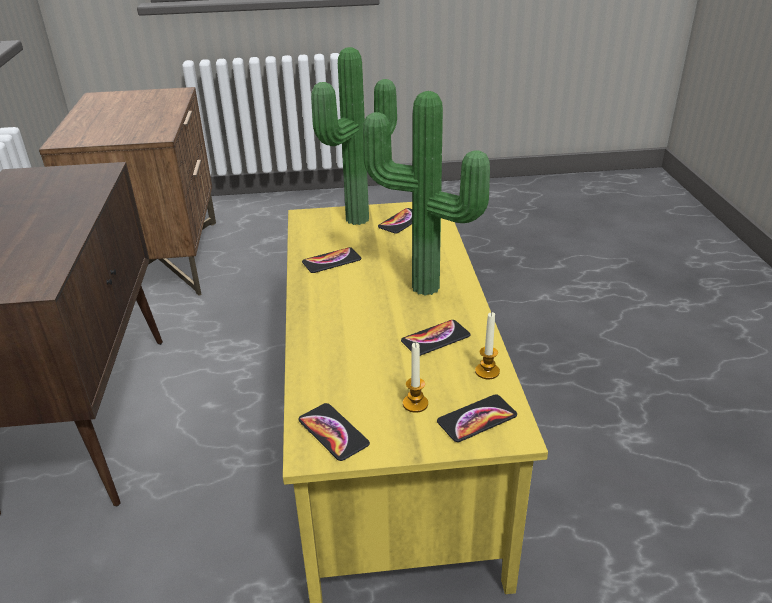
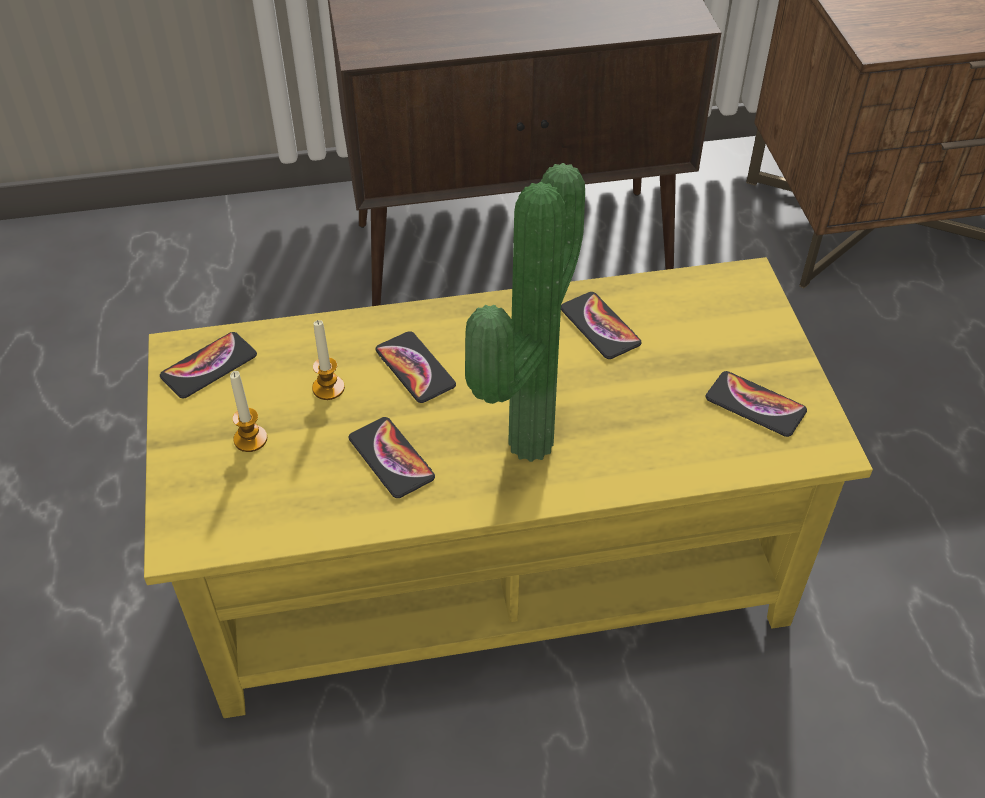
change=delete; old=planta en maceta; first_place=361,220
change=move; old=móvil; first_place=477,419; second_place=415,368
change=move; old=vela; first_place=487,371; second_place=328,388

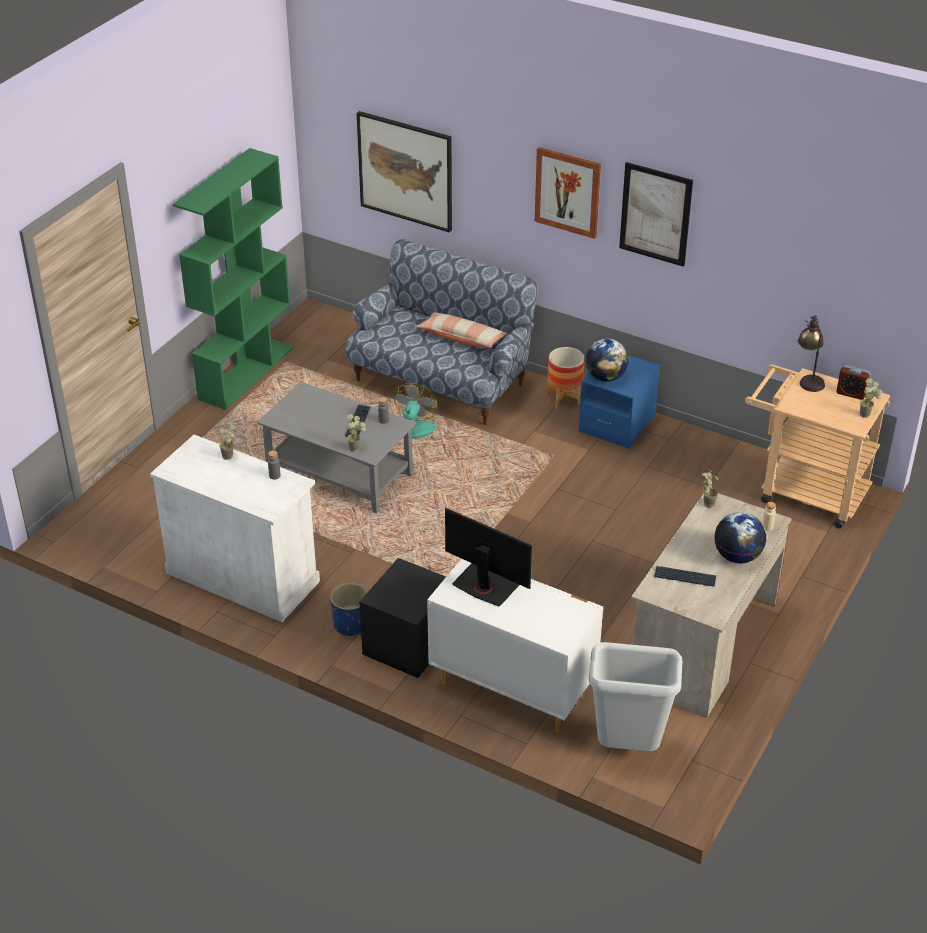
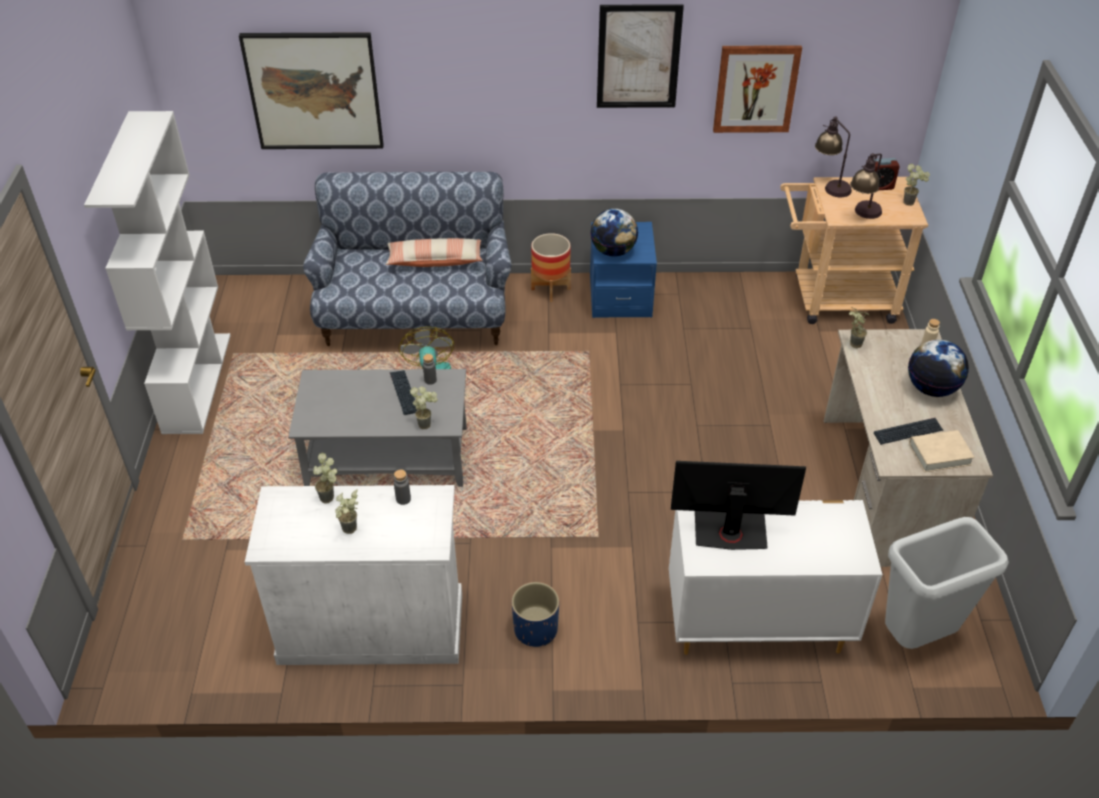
change=delete; old=mesita de noche (negro); first_place=408,644
change=insert; new=planta en maceta; second_place=350,532
change=insert; new=lámpara de mesa; second_place=862,215
change=insert; new=libro (beis); second_place=939,454
change=move; old=cuadro; first_place=568,192; second_place=755,88
change=recolor; old=estantería (verde); new=estantería (blanco); first_place=246,373; second_place=196,382

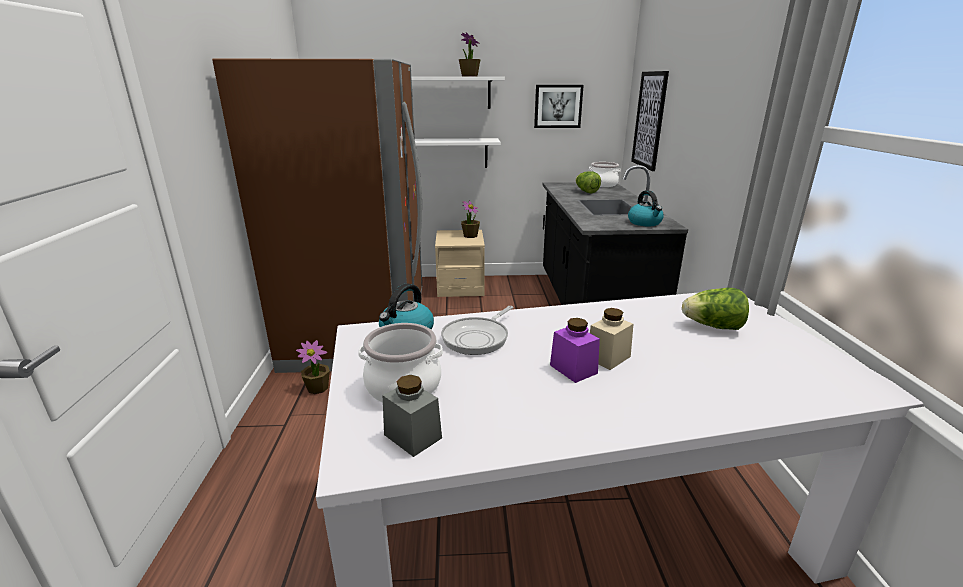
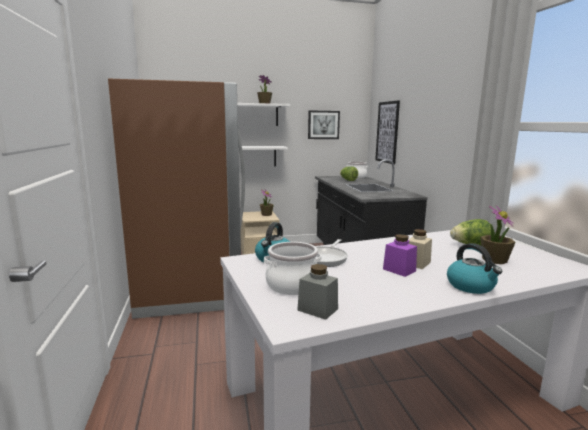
change=move; old=planta en maceta; first_place=318,388; second_place=494,260
change=move; old=hervidor; first_place=645,223; second_place=471,286

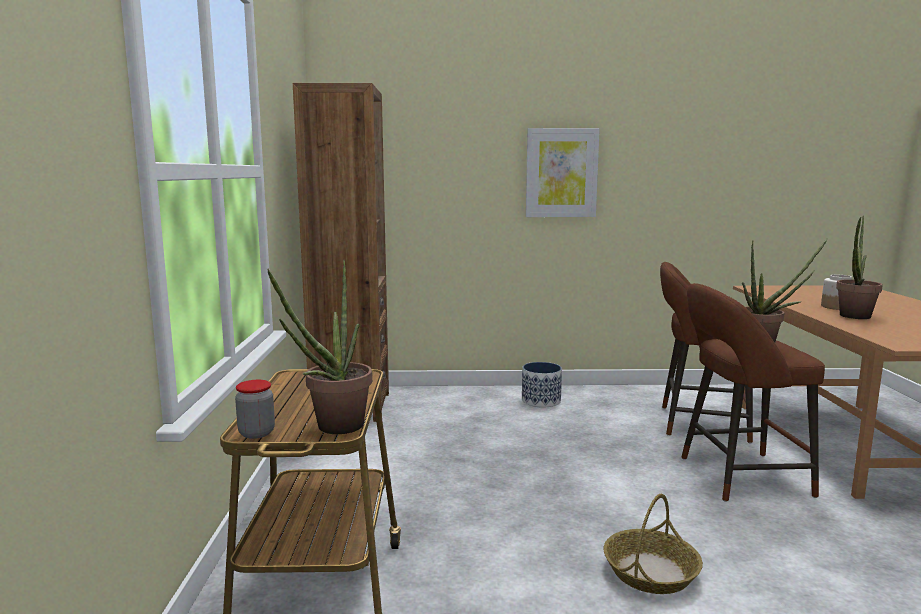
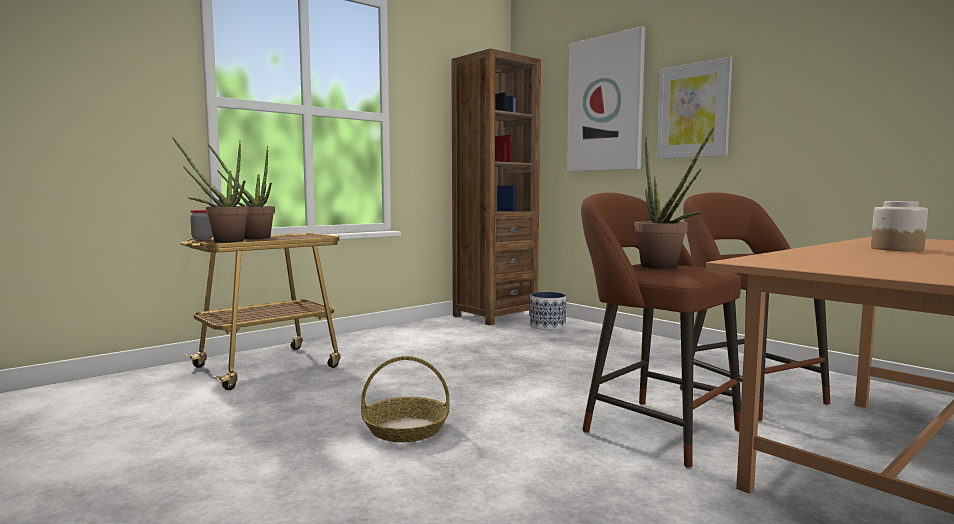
change=insert; new=cuadro; second_place=605,104
change=move; old=maceta; first_place=541,401; second_place=547,326
change=move; old=planta en maceta; first_place=853,317; second_place=251,238

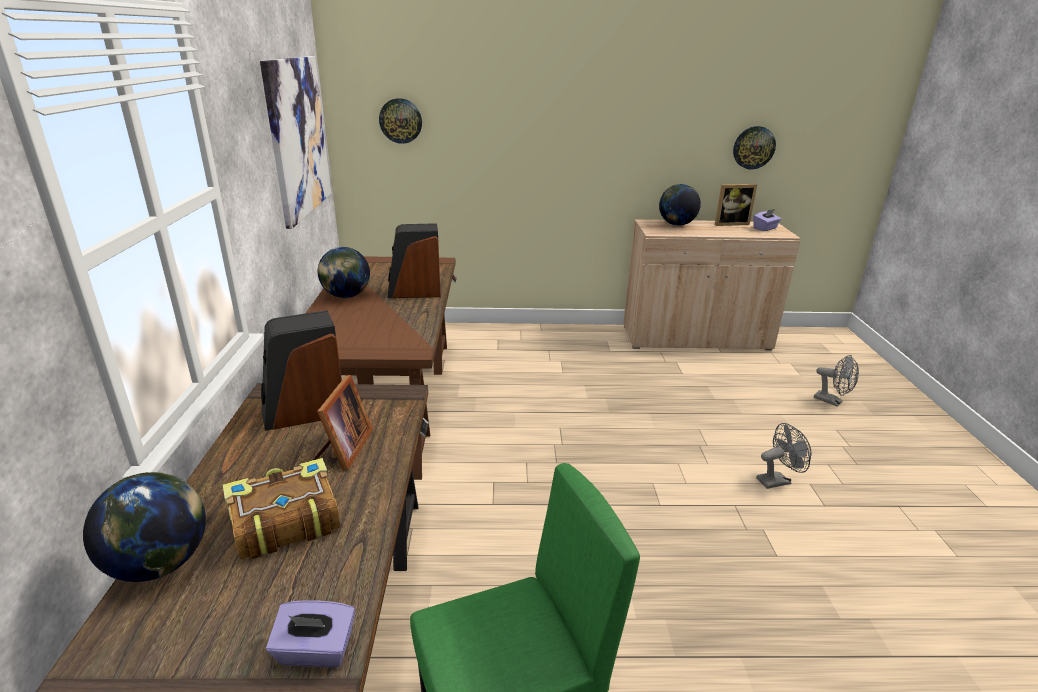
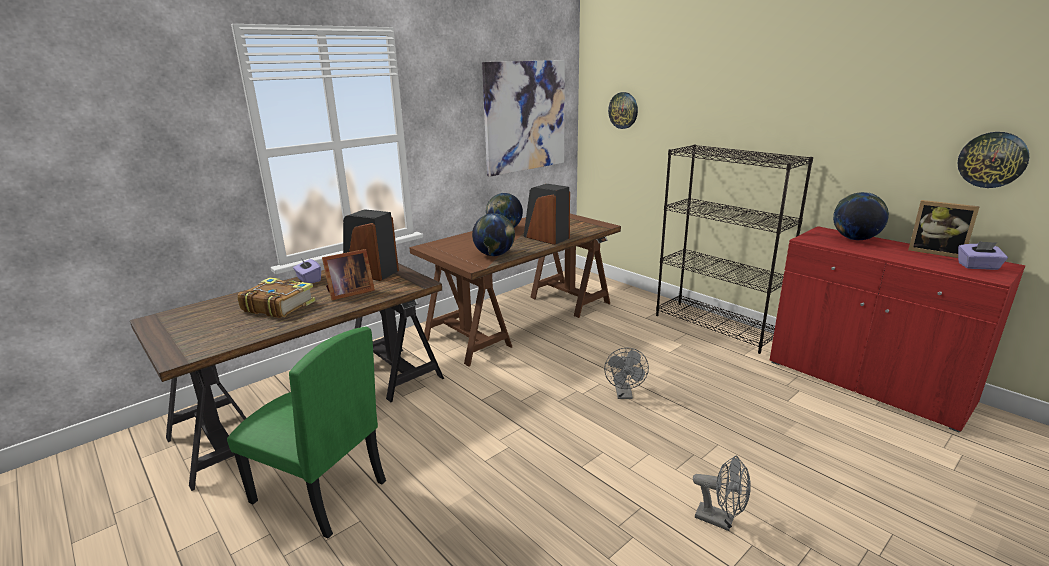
change=insert; new=estantería (negro); second_place=716,326
change=move; old=globo terráqueo; first_place=160,564; second_place=494,255
change=move; old=caja de pañuelos (morado); first_place=315,651; second_place=308,280
change=move; old=ventilador (gris); first_place=832,401; second_place=624,395
change=recolor; old=armario (beis); new=armario (rojo); first_place=695,338; second_place=866,382

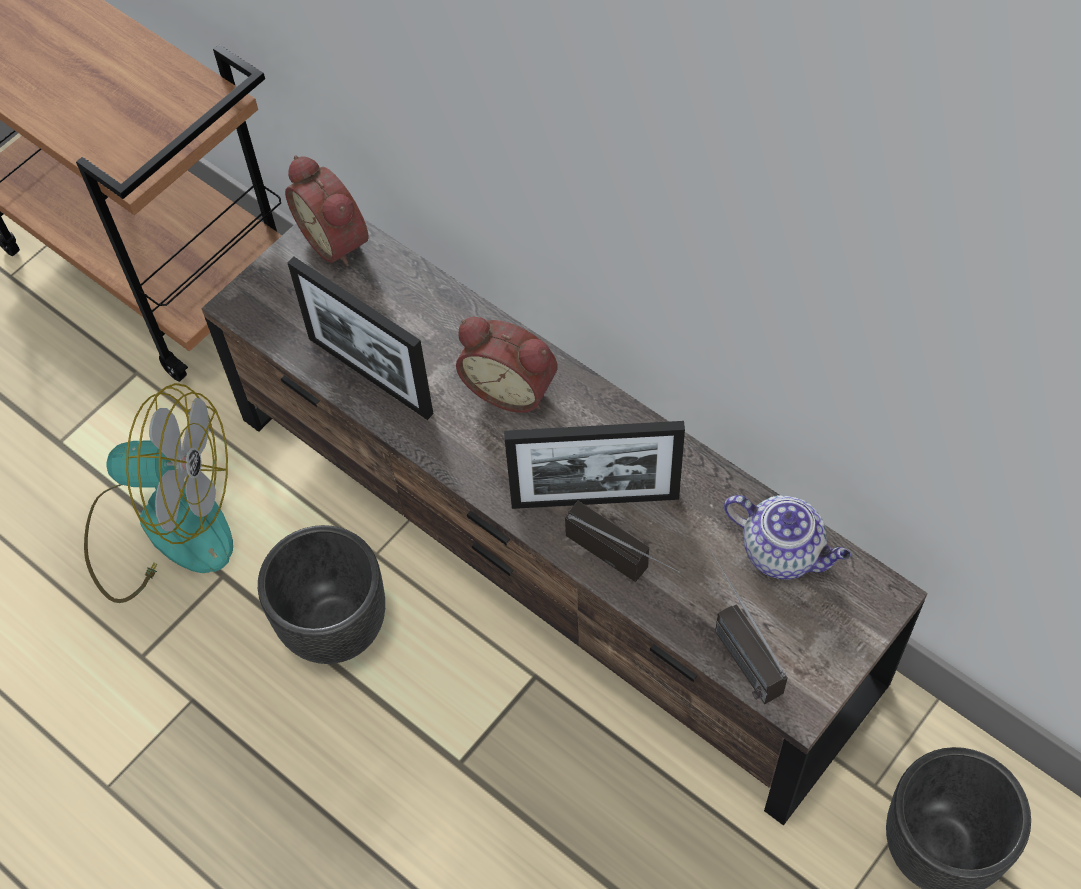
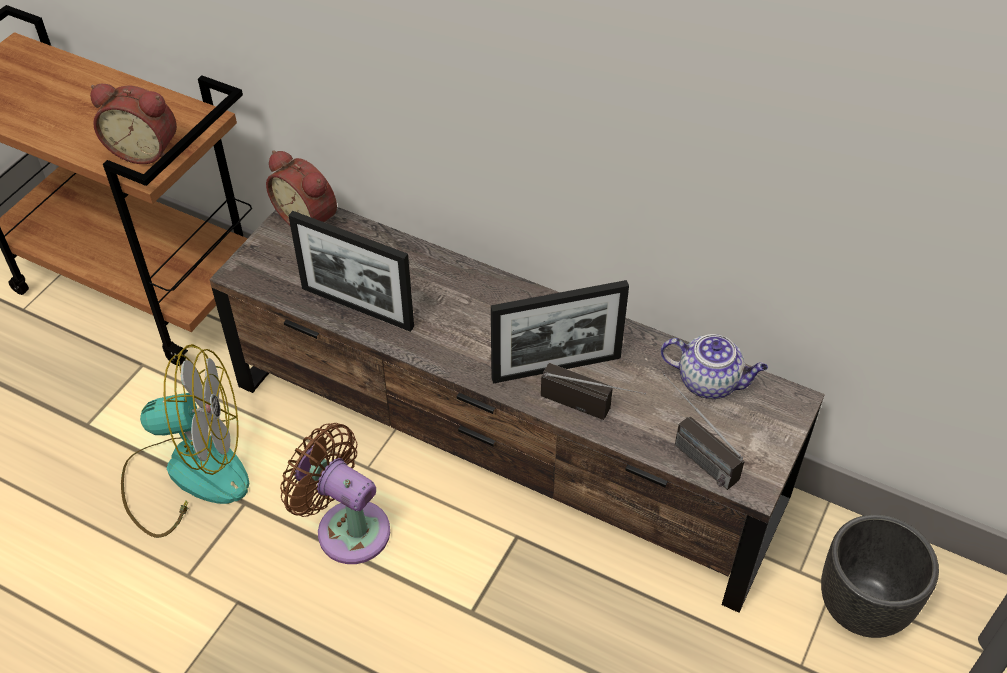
change=move; old=despertador; first_place=511,386; second_place=145,150
change=replace; old=maceta (negro); new=ventilador (marrón); first_place=335,629; second_place=347,527

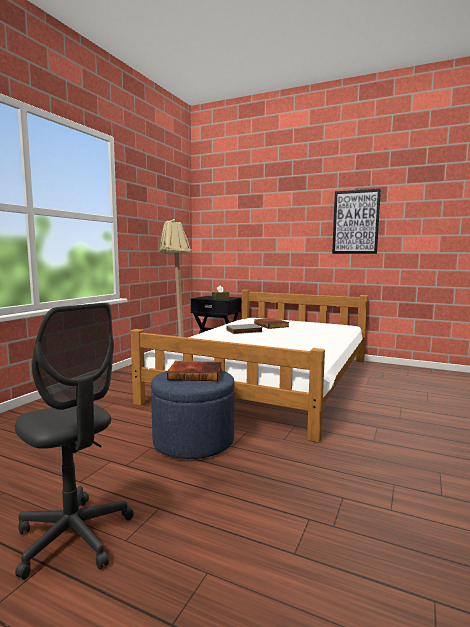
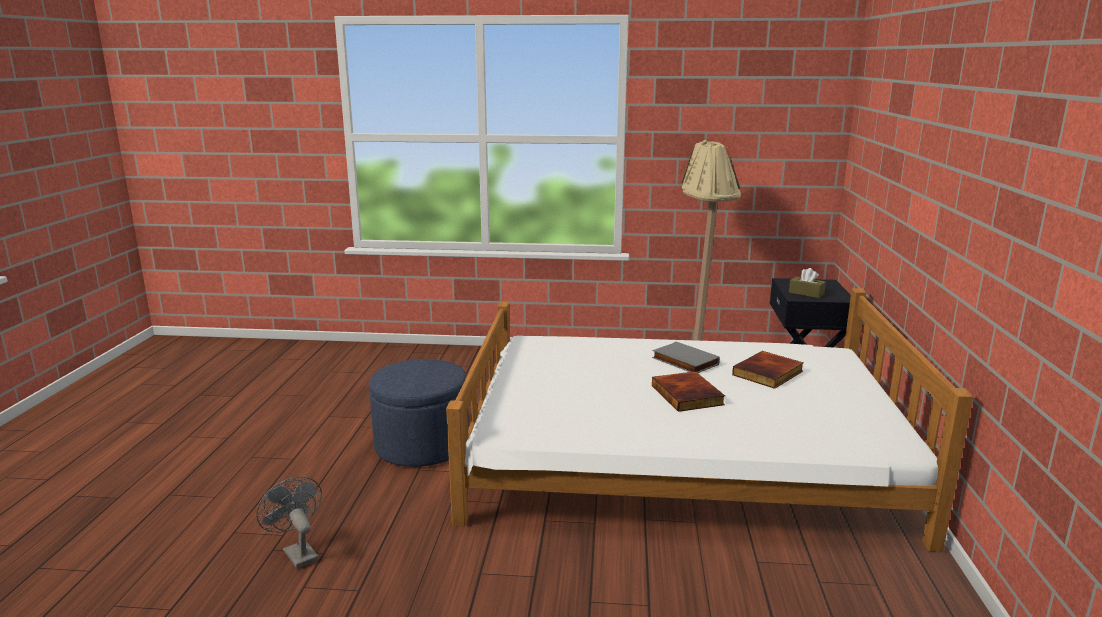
change=delete; old=silla de oficina (gris); first_place=74,537
change=delete; old=cuadro; first_place=355,222
change=insert; new=ventilador (gris); second_place=297,553
change=move; old=libro; first_place=196,374; second_place=688,395

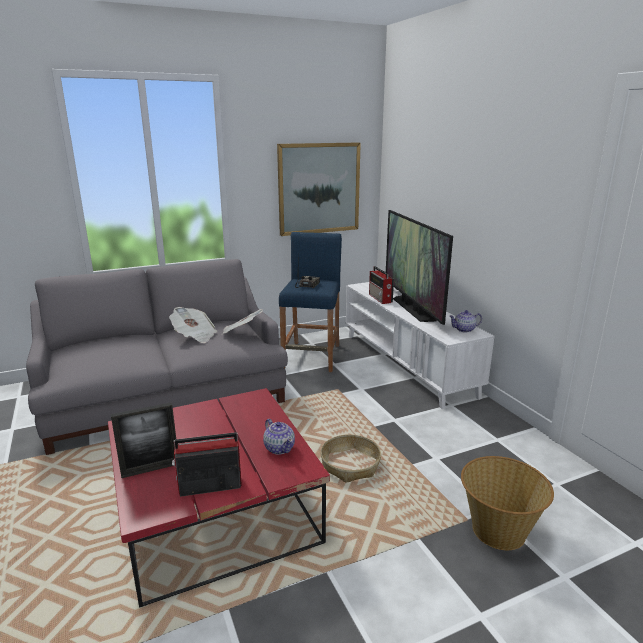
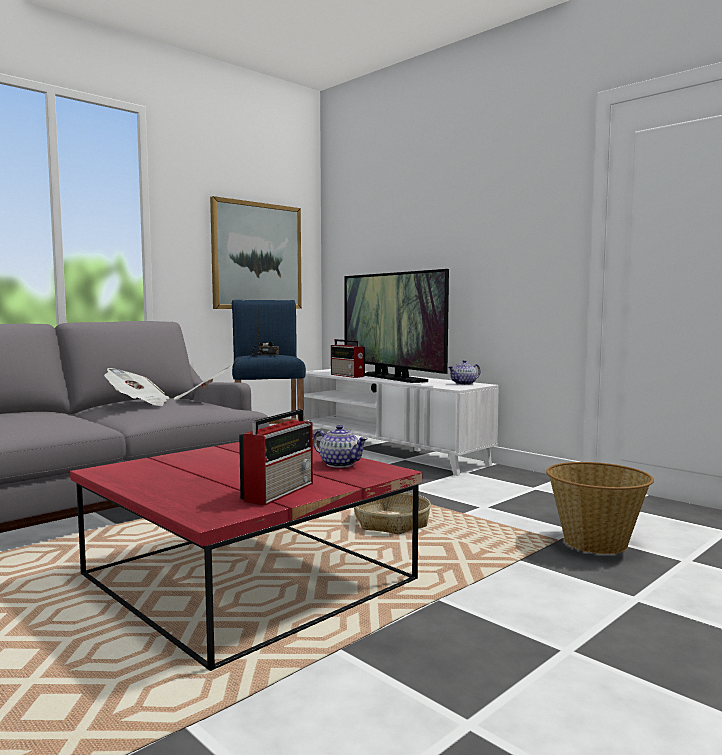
change=delete; old=portarretratos; first_place=150,469
change=rotate; old=radio; first_place=208,485; second_place=280,491; degrees=150

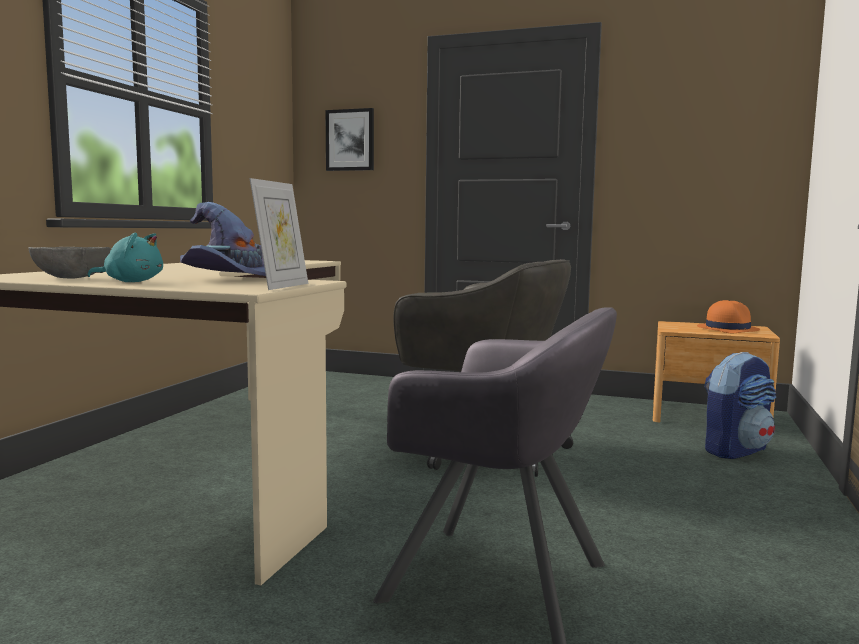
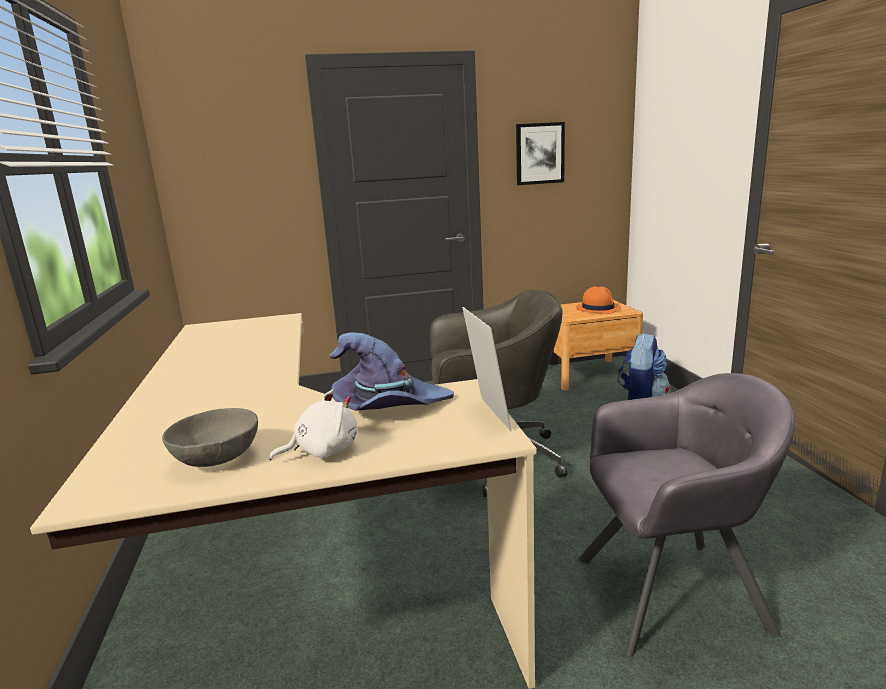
change=move; old=cuadro; first_place=350,140; second_place=539,153
change=recolor; old=peluche (turquesa); new=peluche (blanco); first_place=131,282; second_place=322,451

